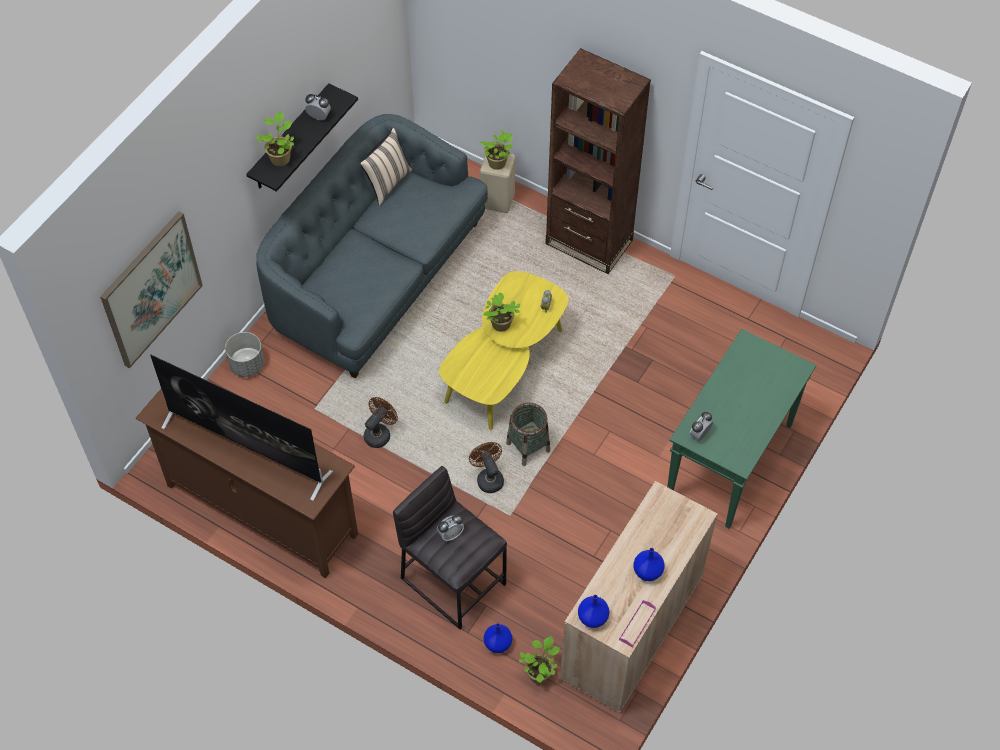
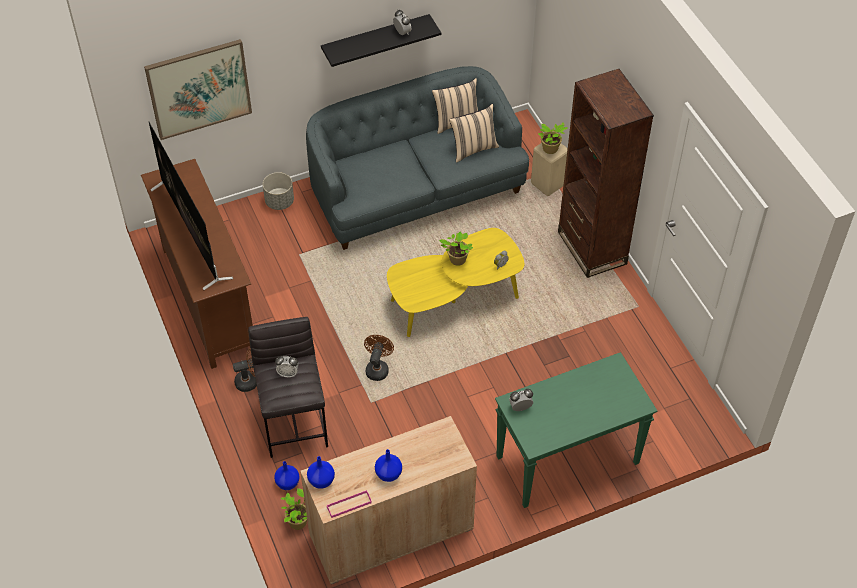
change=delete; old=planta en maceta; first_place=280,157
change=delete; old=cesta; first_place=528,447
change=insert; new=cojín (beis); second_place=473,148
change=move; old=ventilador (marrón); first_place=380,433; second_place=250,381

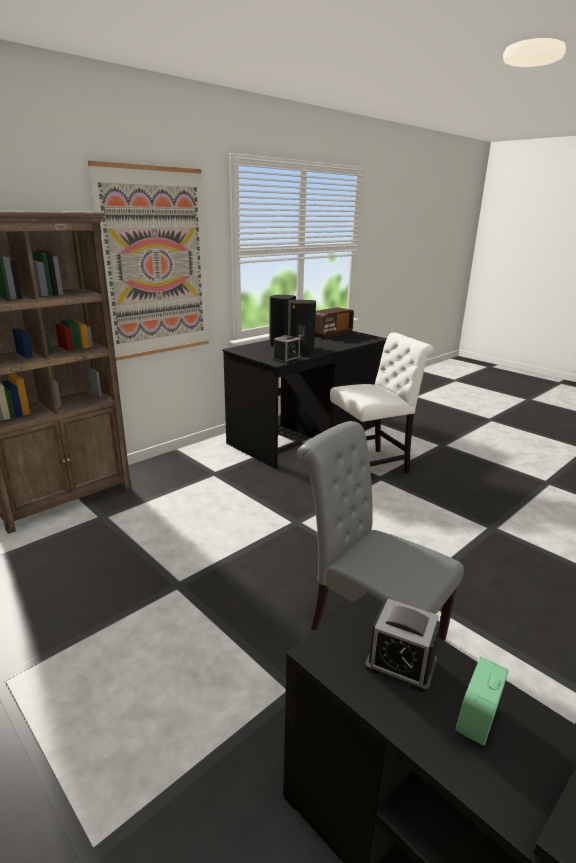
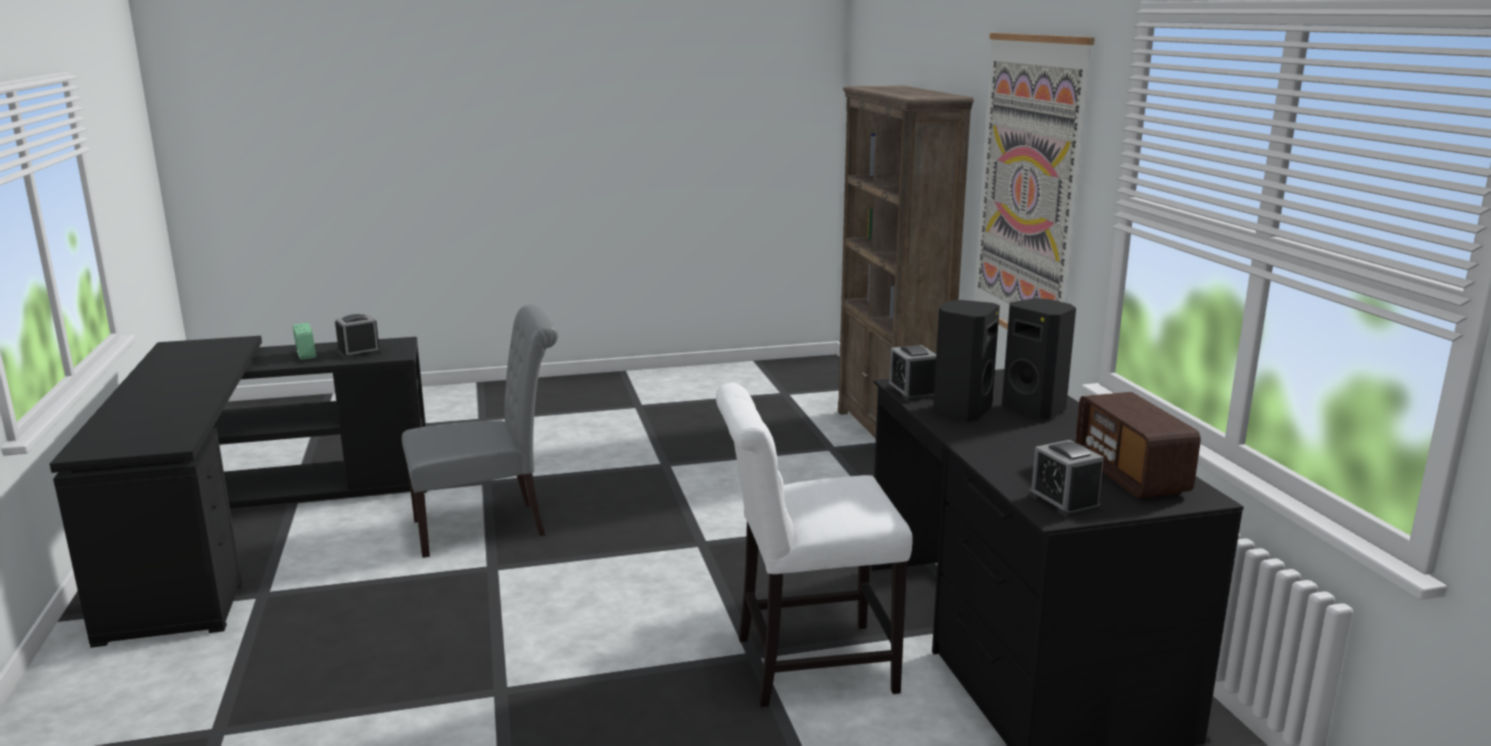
change=insert; new=despertador; second_place=1064,501
change=rotate; old=silla (blanco); first_place=372,466; second_place=805,666; degrees=75

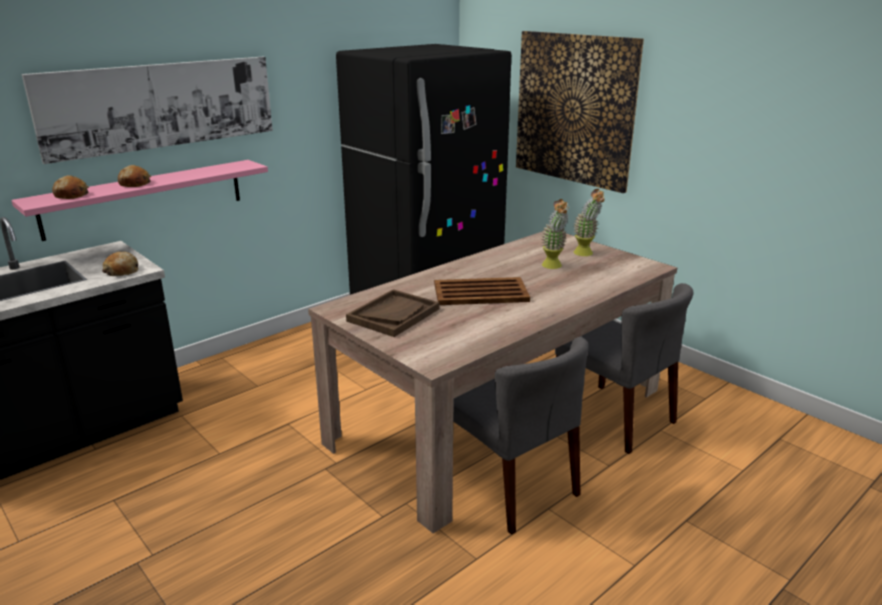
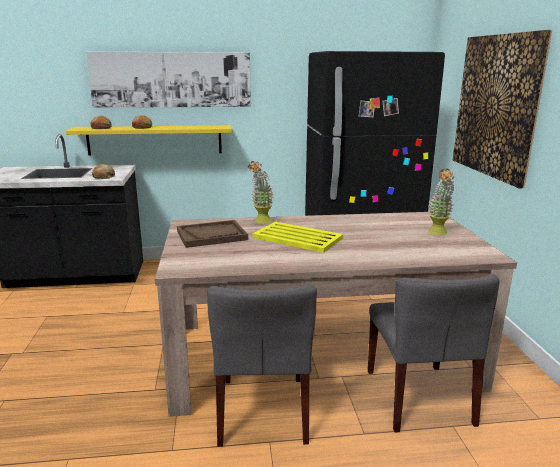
change=move; old=planta en maceta; first_place=553,267; second_place=261,222
change=recolor; old=estante (rosa); new=estante (amarillo); first_place=145,198; second_place=155,140
change=recolor; old=bandeja (marrón); new=bandeja (amarillo); first_place=481,293; second_place=298,238

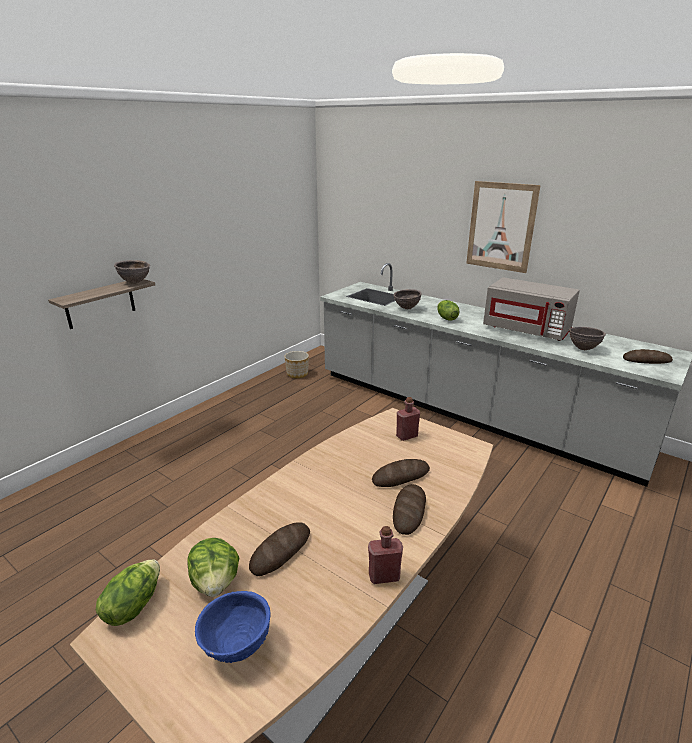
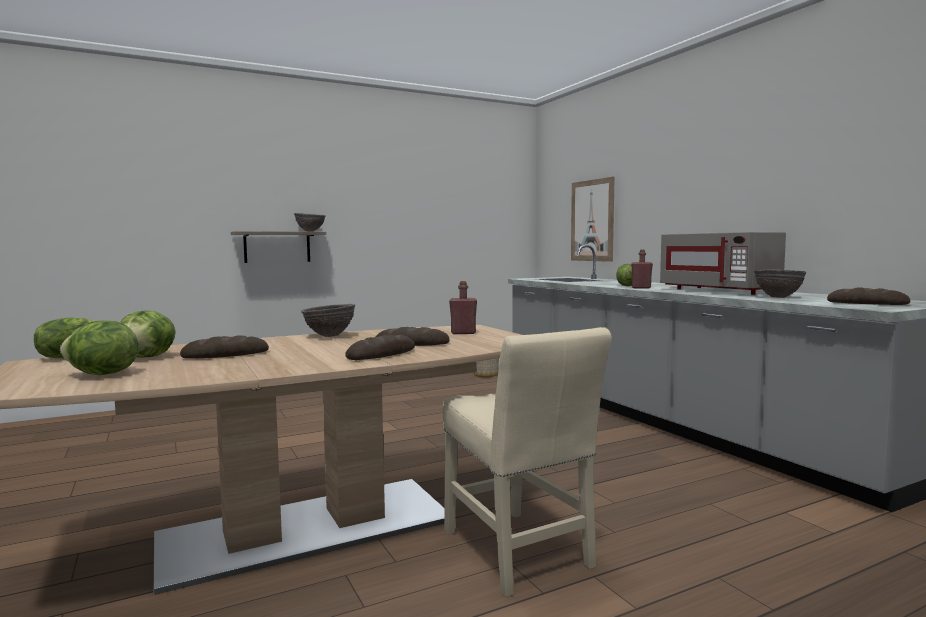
change=insert; new=silla (beis); second_place=519,553
change=move; old=botella (rojo); first_place=384,576; second_place=641,288
change=move; old=cuenco (marrón); first_place=406,308; second_place=329,336
change=move; old=cuadro; first_place=501,226; second_place=592,220
change=replace; old=cuenco (azul); new=lechuga; first_place=237,647; second_place=101,374

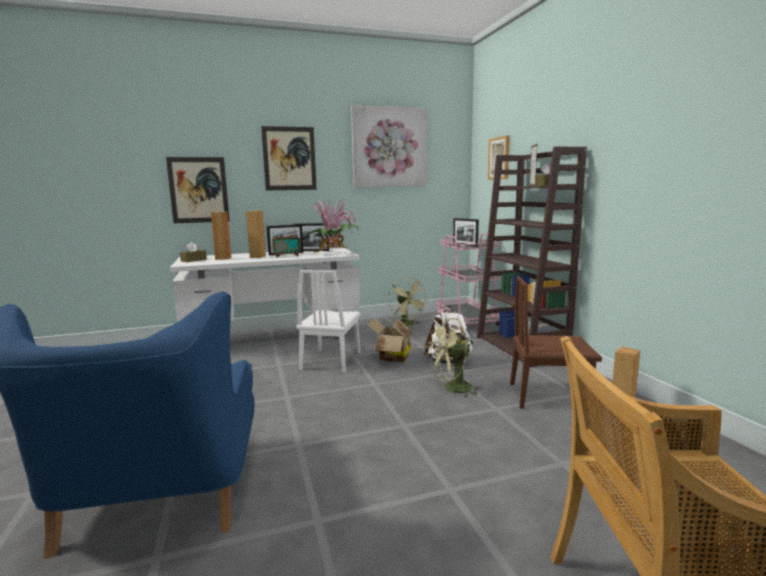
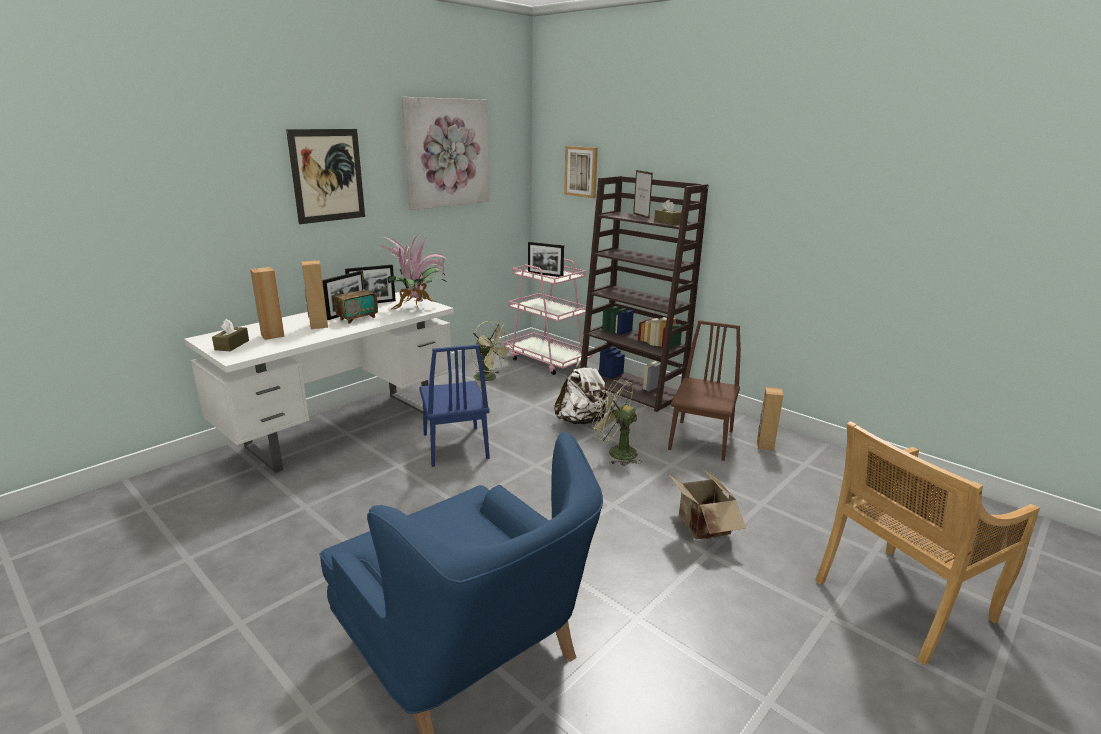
change=delete; old=cuadro; first_place=198,190
change=move; old=caja de cartón; first_place=391,358; second_place=700,528
change=recolor; old=silla (blanco); new=silla (azul); first_place=331,360; second_place=455,446
change=rotate; old=ventilador (verde); first_place=452,389; second_place=616,452; degrees=75
change=rotate; old=silla (marrón); first_place=549,396; second_place=701,440; degrees=135

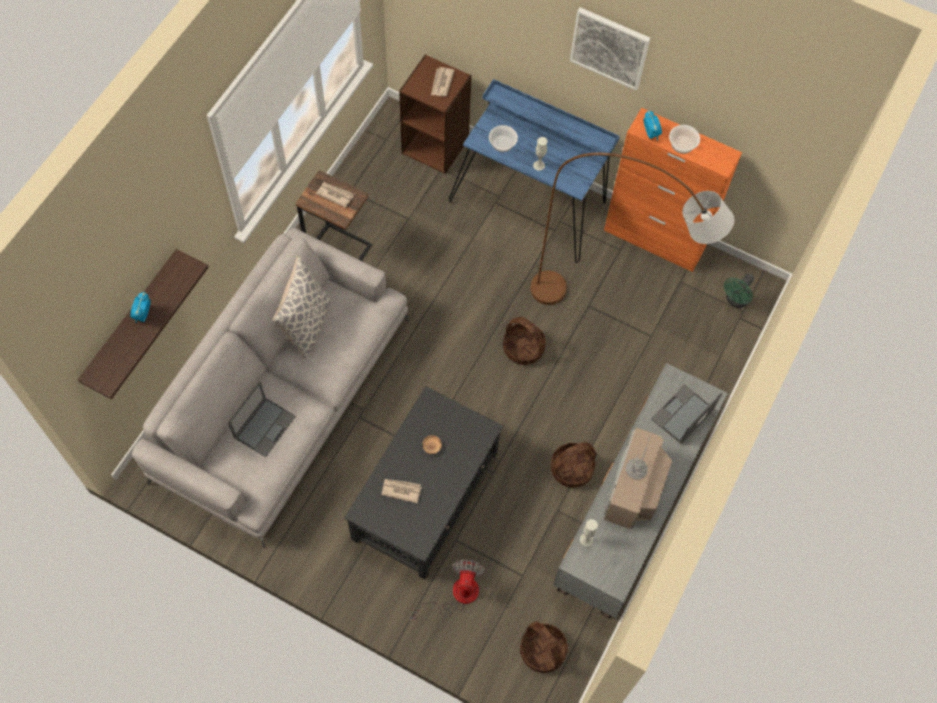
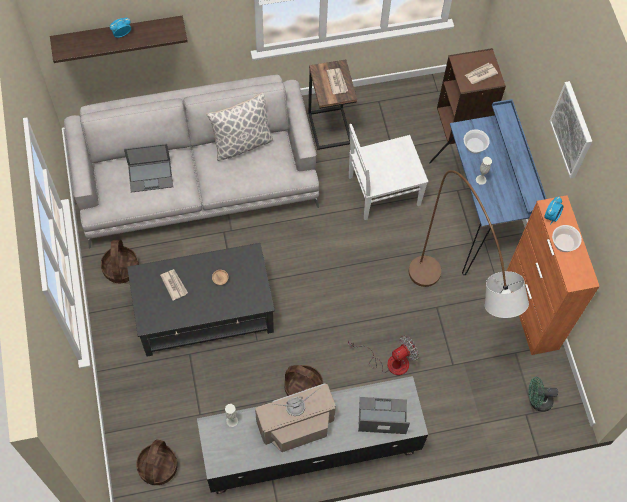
change=insert; new=silla (blanco); second_place=382,191
change=move; old=ventilador; first_place=456,596; second_place=389,362
change=move; old=cesta; first_place=524,348; second_place=121,269

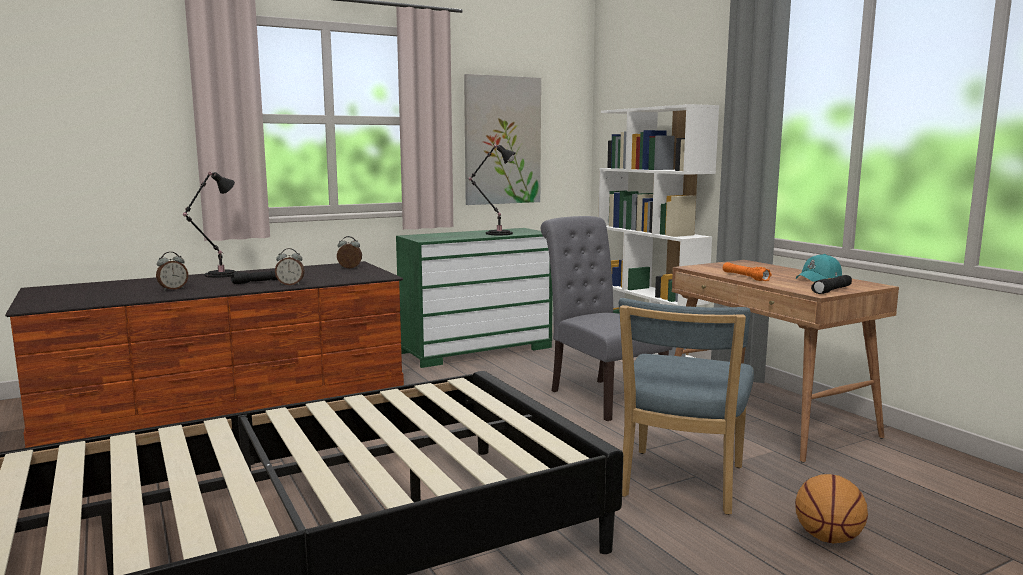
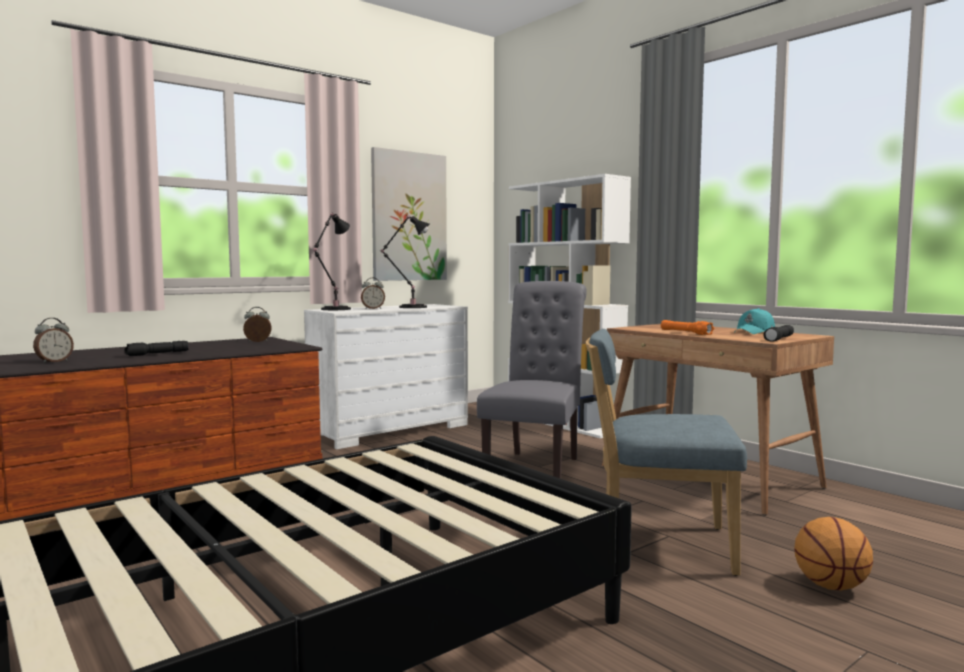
change=move; old=lámpara de mesa (negro); first_place=218,275; second_place=334,309
change=move; old=despertador; first_place=290,284; second_place=373,308
change=recolor; old=cómoda (verde); new=cómoda (blanco); first_place=476,349; second_place=390,430
change=rotate; old=silla (gris); first_place=600,396; second_place=536,467; degrees=60
change=rotate; old=silla (azul); first_place=680,484; second_place=657,545; degrees=90

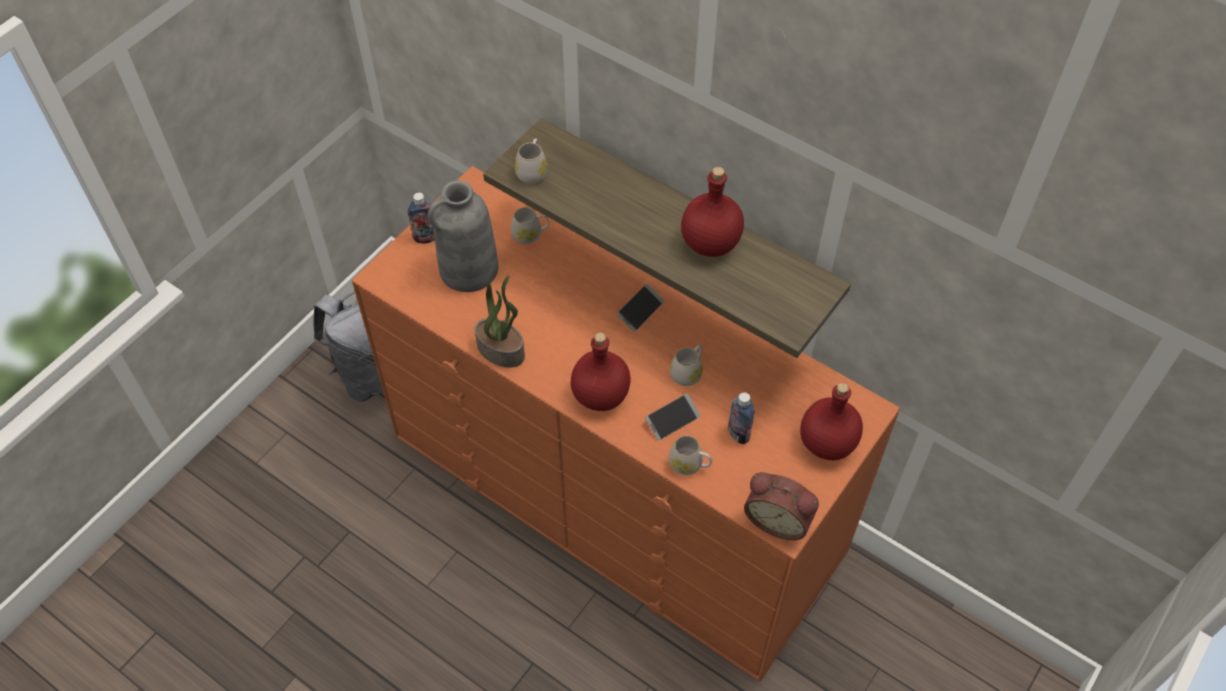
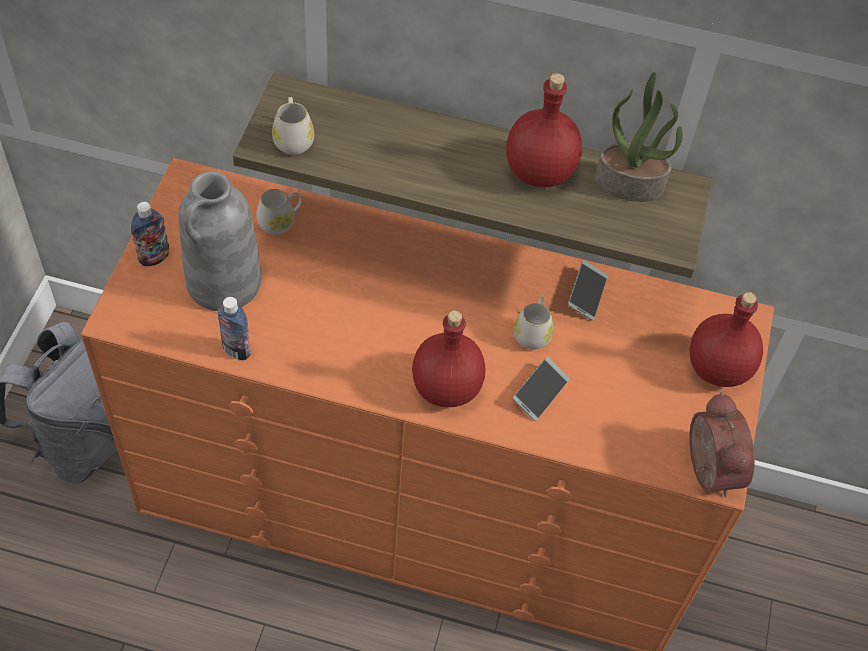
change=delete; old=taza grande (blanco); first_place=689,464
change=move; old=planta en maceta; first_place=502,350; second_place=630,183
change=move; old=móvil; first_place=640,311; second_place=586,294
change=move; old=botella; first_place=738,434; second_place=236,350
change=rotate; old=despertador; first_place=778,518; second_place=706,469; degrees=-105

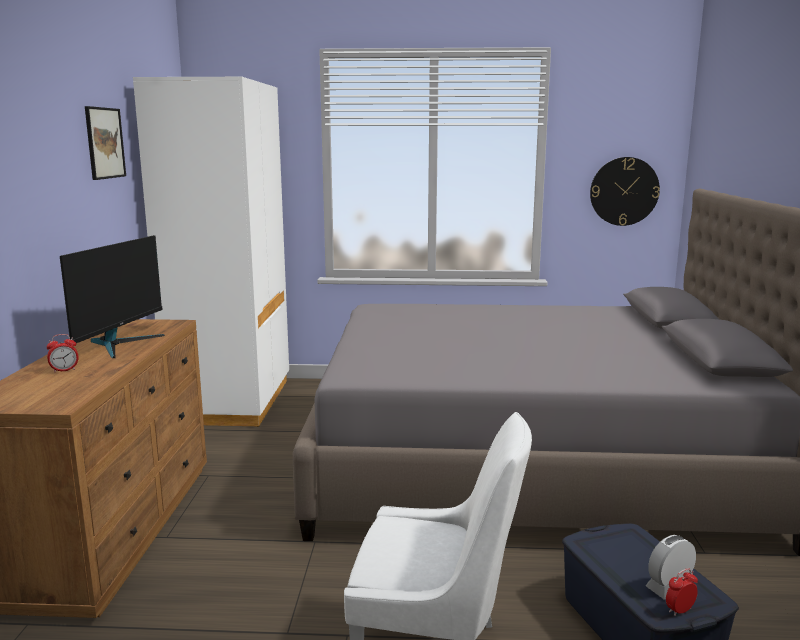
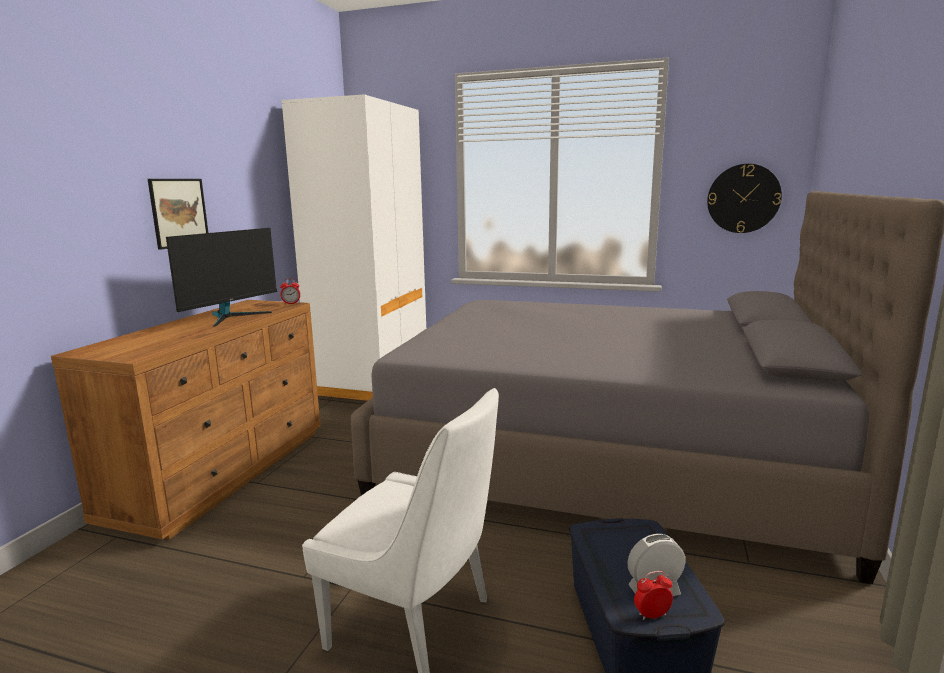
change=move; old=despertador; first_place=64,370; second_place=291,303
change=move; old=cuadro; first_place=105,143; second_place=179,212

